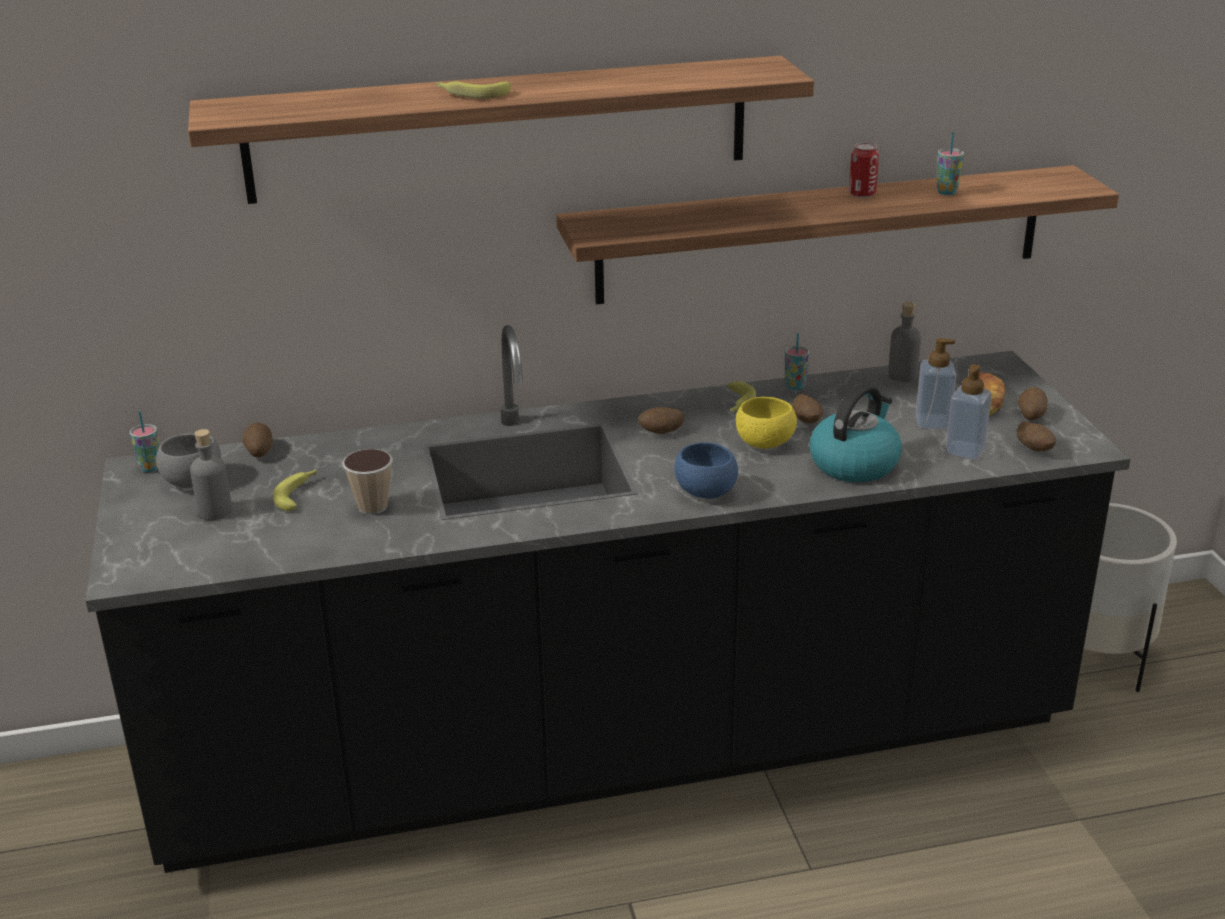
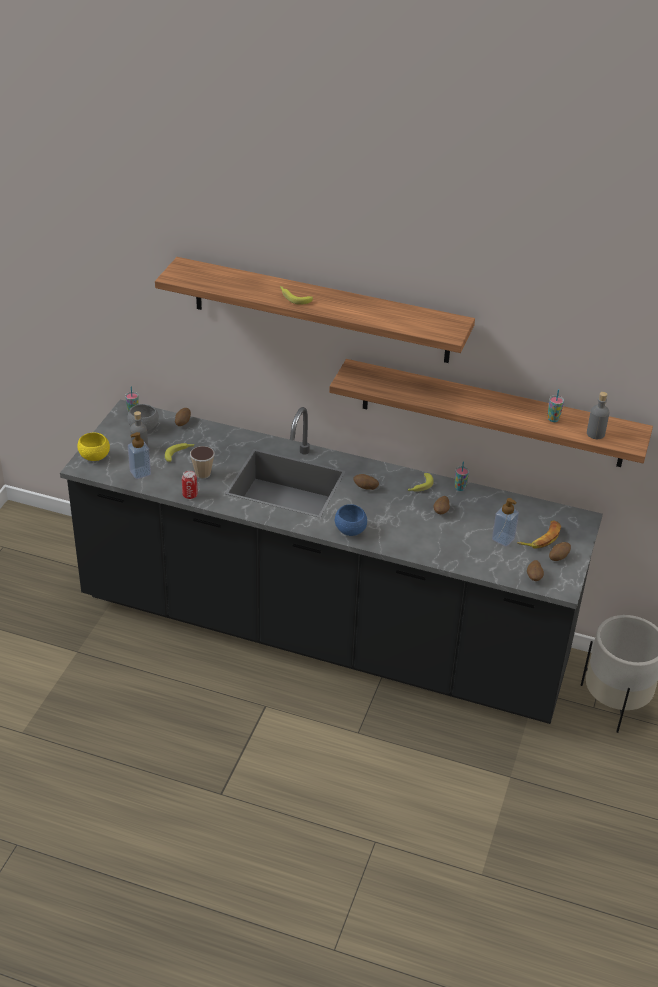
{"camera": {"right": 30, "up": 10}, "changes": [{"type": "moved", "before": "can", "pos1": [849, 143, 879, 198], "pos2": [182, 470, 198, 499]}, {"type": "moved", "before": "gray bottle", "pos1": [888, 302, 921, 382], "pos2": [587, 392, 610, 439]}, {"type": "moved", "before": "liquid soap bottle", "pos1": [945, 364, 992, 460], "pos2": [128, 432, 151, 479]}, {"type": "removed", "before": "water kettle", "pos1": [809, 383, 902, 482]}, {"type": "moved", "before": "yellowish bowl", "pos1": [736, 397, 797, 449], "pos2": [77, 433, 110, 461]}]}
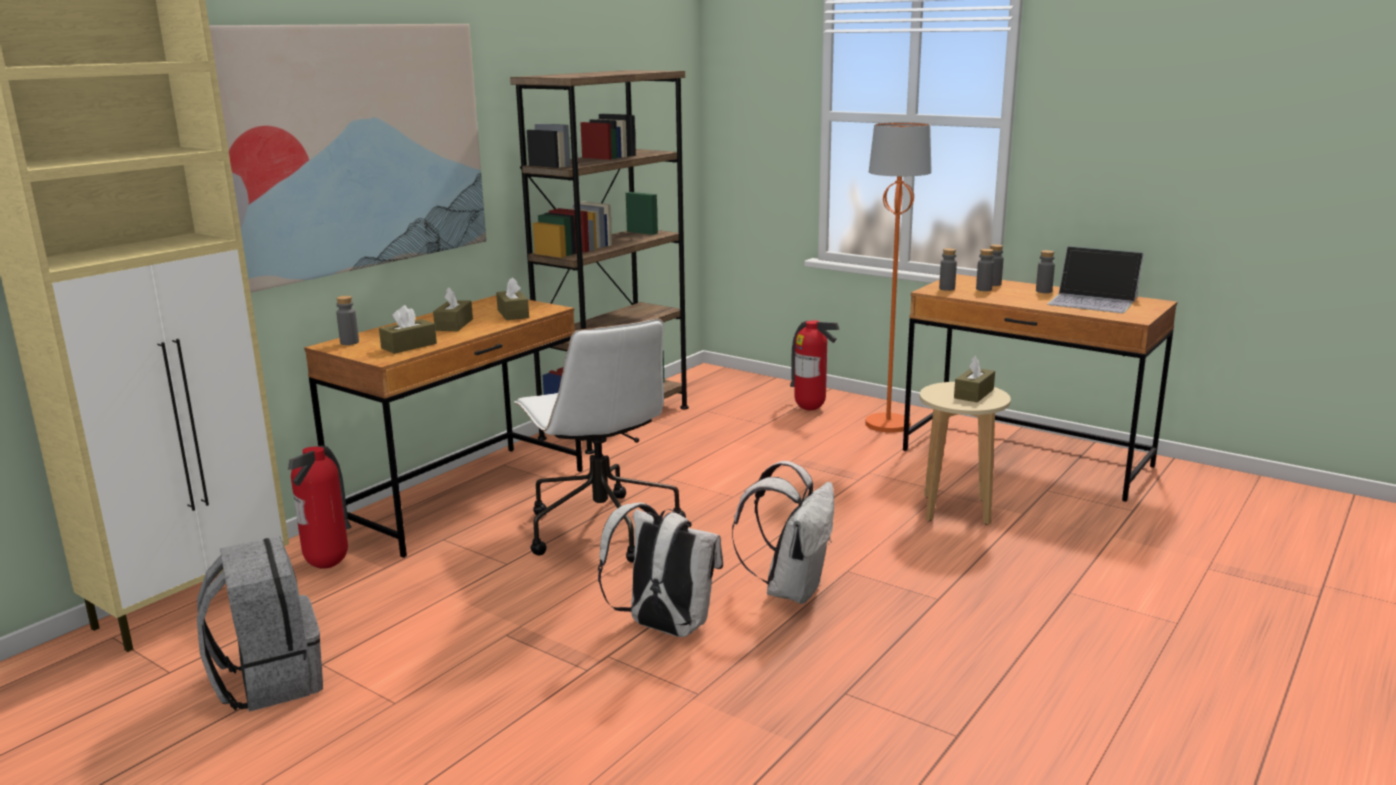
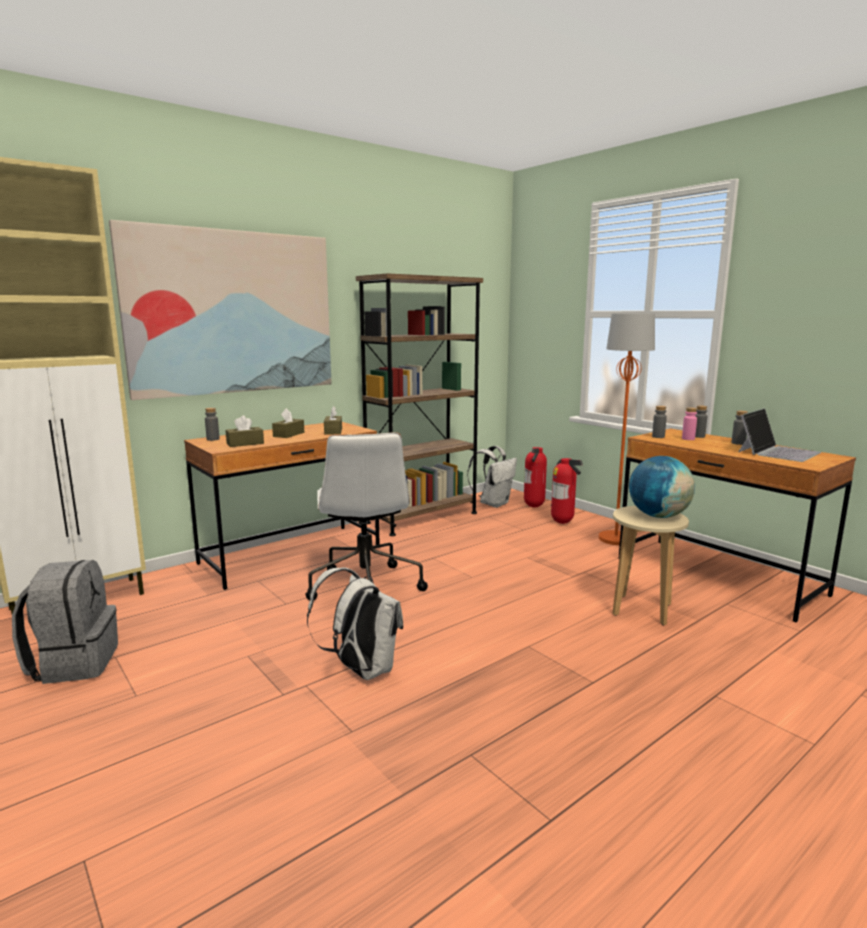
{"camera": {"right": 15, "up": -5}, "changes": [{"type": "turned", "before": "laptop", "pos1": [1047, 246, 1144, 313], "pos2": [739, 408, 821, 462], "turn": -90}, {"type": "recoloured", "before": "gray bottle", "after": "pink-coloured bottle", "pos1": [976, 249, 994, 291], "pos2": [682, 407, 697, 440]}, {"type": "replaced", "before": "brown-coloured tissue box", "after": "world globe", "pos1": [954, 356, 995, 403], "pos2": [629, 456, 695, 518]}, {"type": "moved", "before": "fire-fighting cylinder", "pos1": [288, 445, 351, 569], "pos2": [524, 447, 547, 508]}, {"type": "moved", "before": "white-coloured backpack", "pos1": [732, 461, 834, 604], "pos2": [467, 446, 517, 508]}]}
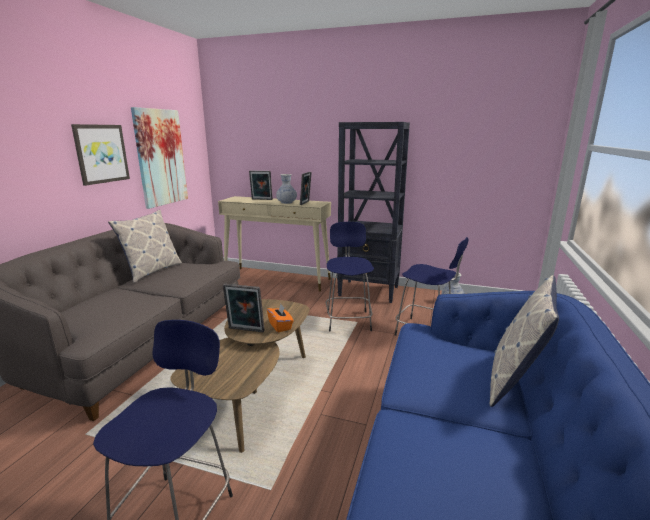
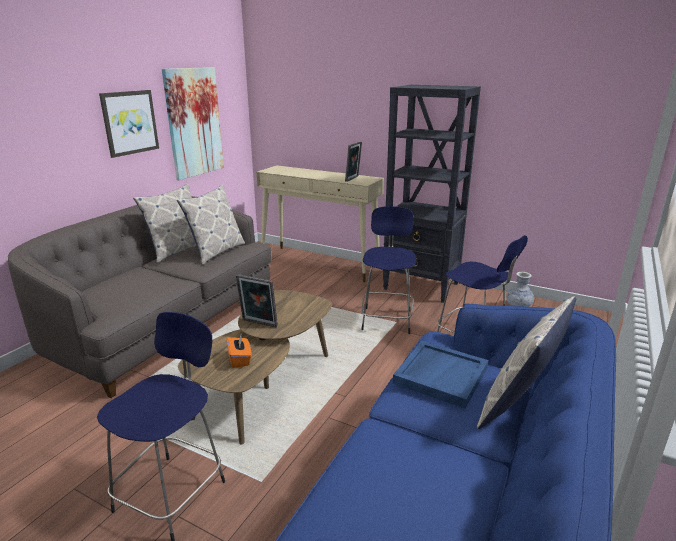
{"camera": {"right": 10, "up": 5}, "changes": [{"type": "removed", "before": "picture frame", "pos1": [249, 171, 273, 200]}, {"type": "removed", "before": "decorative vase", "pos1": [276, 174, 297, 204]}, {"type": "moved", "before": "orange tissue box", "pos1": [267, 304, 294, 332], "pos2": [226, 335, 252, 368]}, {"type": "added", "after": "pillow", "pos2": [177, 185, 245, 265]}, {"type": "added", "after": "blue-coloured carrying tray", "pos2": [393, 341, 489, 408]}]}
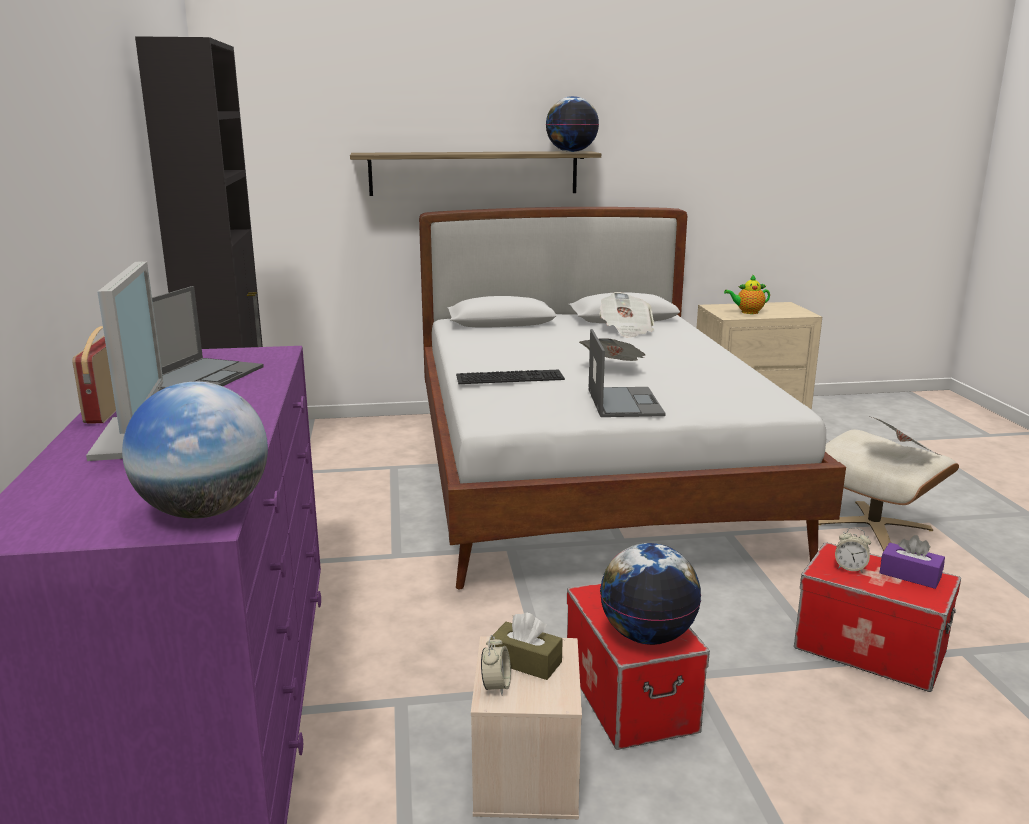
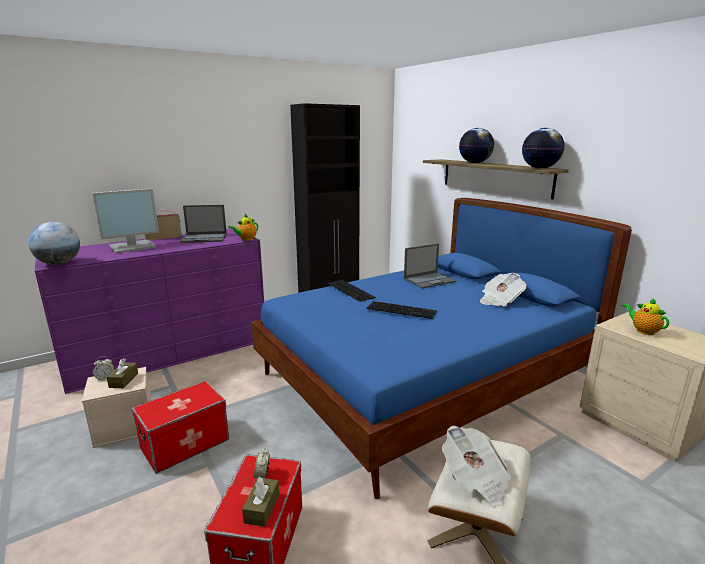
{"camera": {"right": 65, "up": 0}, "changes": [{"type": "recoloured", "before": "white-coloured bedroom bed", "after": "blue-coloured bedroom bed", "pos1": [419, 207, 846, 589], "pos2": [251, 198, 632, 499]}, {"type": "moved", "before": "laptop", "pos1": [589, 329, 666, 417], "pos2": [404, 243, 456, 289]}, {"type": "replaced", "before": "daily paper", "after": "PC keyboard", "pos1": [579, 338, 646, 361], "pos2": [367, 301, 437, 319]}, {"type": "recoloured", "before": "purple-coloured tissue box", "after": "brown-coloured tissue box", "pos1": [879, 535, 945, 589], "pos2": [242, 477, 279, 527]}, {"type": "moved", "before": "world globe", "pos1": [600, 543, 701, 645], "pos2": [459, 128, 494, 163]}, {"type": "added", "after": "teapot", "pos2": [228, 214, 258, 241]}]}
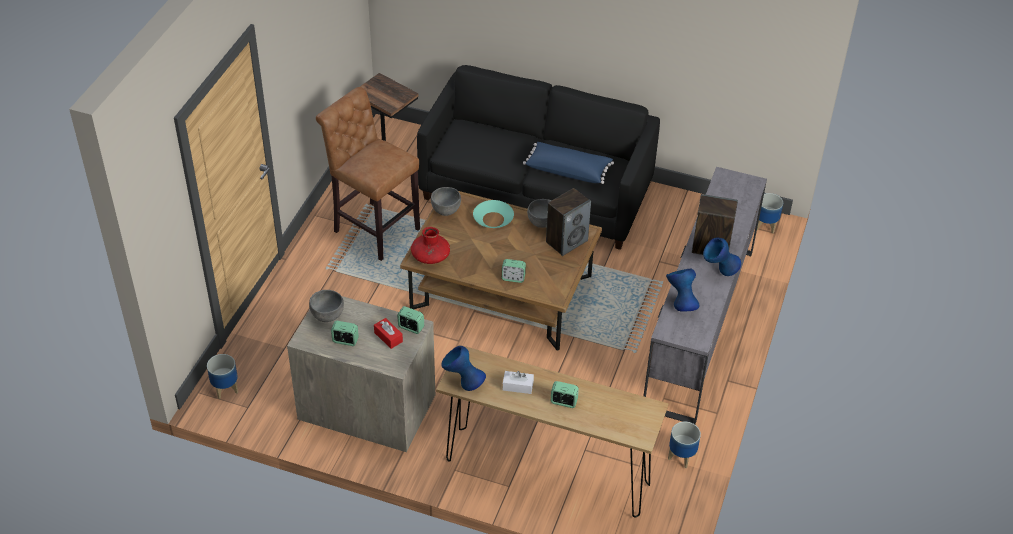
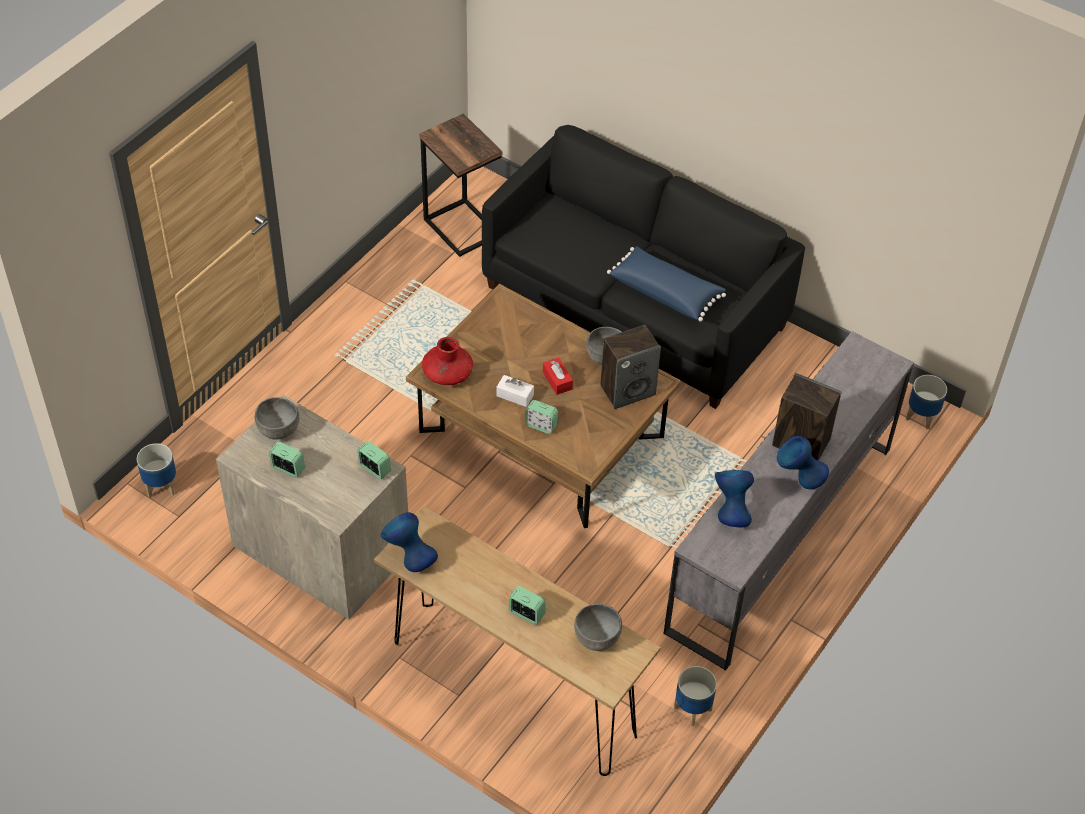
{"camera": {"right": 15, "up": 5}, "changes": [{"type": "removed", "before": "brown-coloured sitting stool", "pos1": [316, 87, 420, 261]}, {"type": "moved", "before": "gray bowl", "pos1": [431, 187, 461, 216], "pos2": [574, 604, 622, 651]}, {"type": "removed", "before": "turquoise bowl", "pos1": [473, 200, 514, 228]}, {"type": "moved", "before": "reddish tissue box", "pos1": [374, 318, 403, 349], "pos2": [543, 357, 573, 395]}, {"type": "moved", "before": "white-coloured tissue box", "pos1": [502, 371, 534, 394], "pos2": [496, 375, 534, 407]}]}
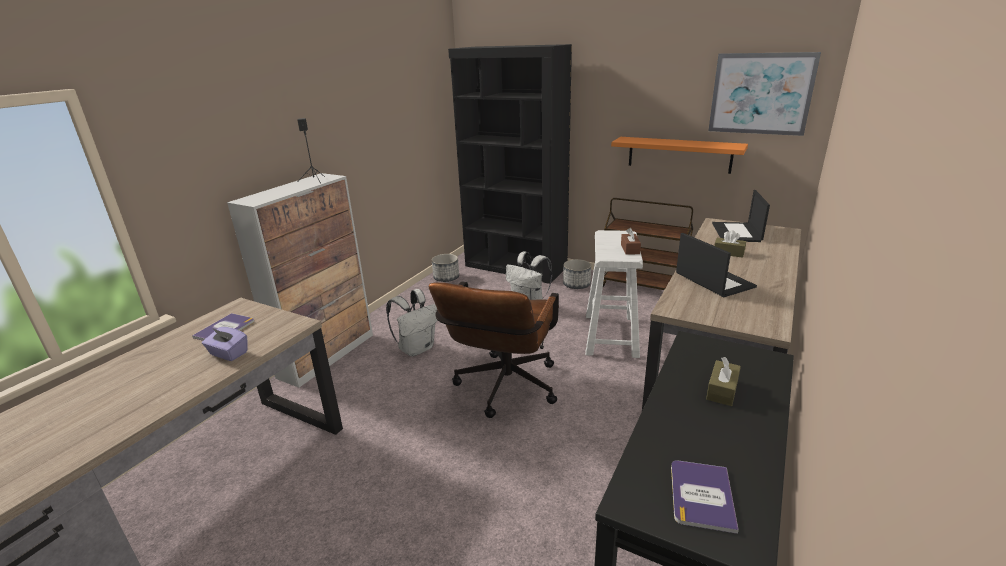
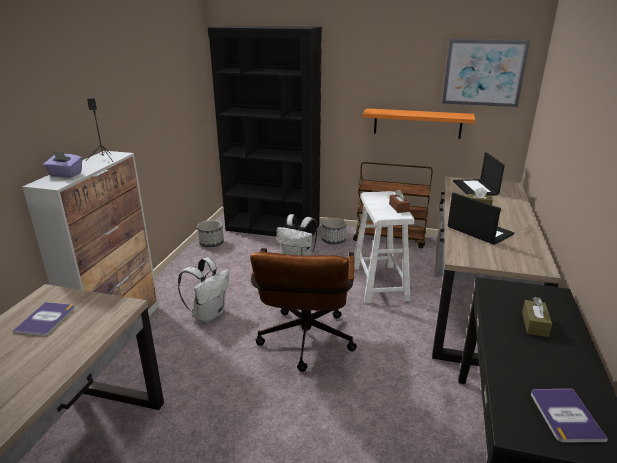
{"camera": {"right": -15, "up": 0}, "changes": [{"type": "moved", "before": "purple-coloured tissue box", "pos1": [202, 327, 248, 361], "pos2": [43, 151, 82, 177]}]}
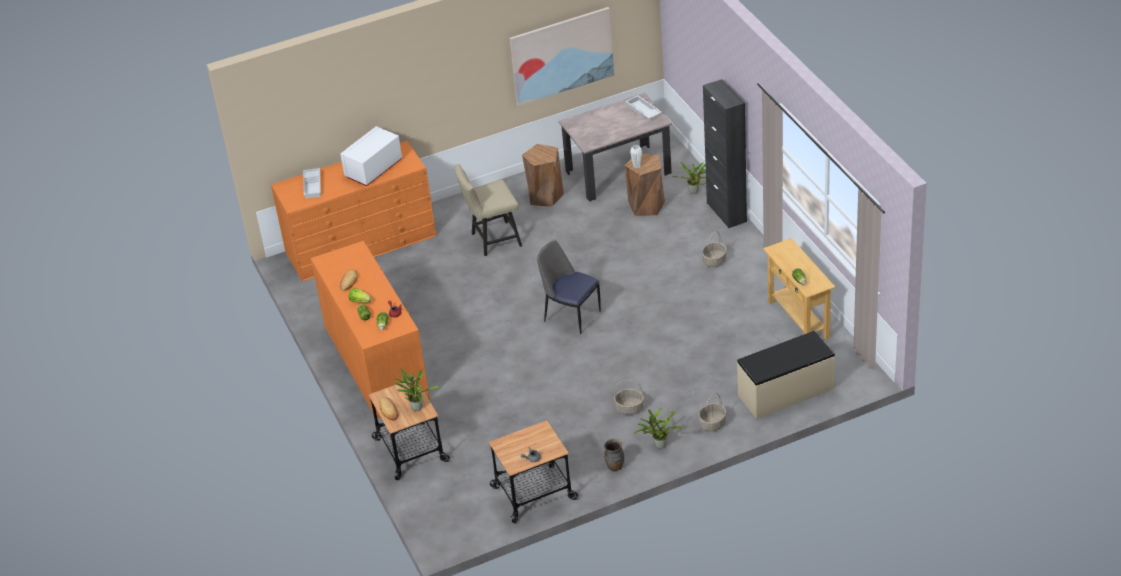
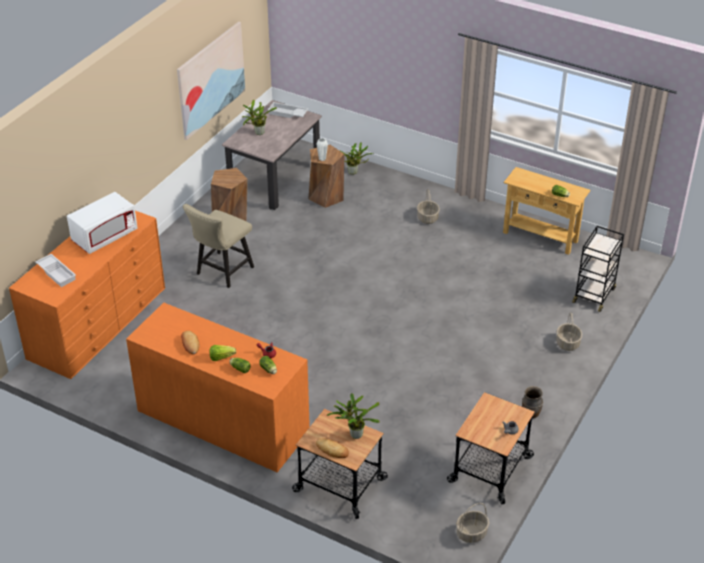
{"camera": {"right": -40, "up": 0}, "changes": [{"type": "removed", "before": "black-coloured storage cabinet", "pos1": [703, 79, 747, 228]}, {"type": "turned", "before": "white-coloured kitchen microwave", "pos1": [340, 126, 402, 186], "pos2": [67, 192, 138, 254], "turn": -135}, {"type": "removed", "before": "upright chair", "pos1": [537, 240, 601, 334]}, {"type": "replaced", "before": "sand-coloured indoor bench", "after": "black-coloured trolley", "pos1": [737, 331, 835, 419], "pos2": [572, 226, 624, 312]}, {"type": "moved", "before": "household basket", "pos1": [614, 380, 644, 415], "pos2": [456, 503, 489, 543]}, {"type": "moved", "before": "plant in a pot", "pos1": [634, 408, 683, 449], "pos2": [242, 100, 277, 135]}]}
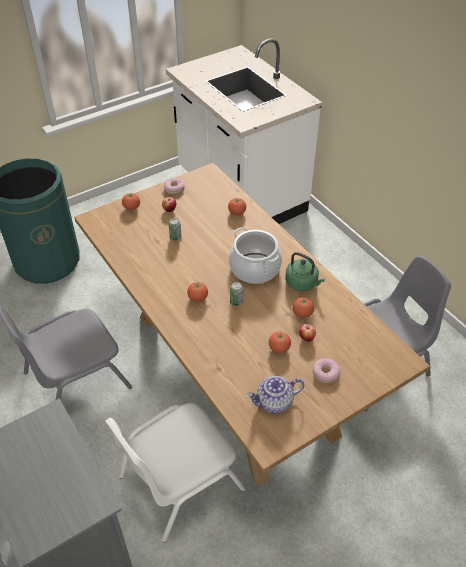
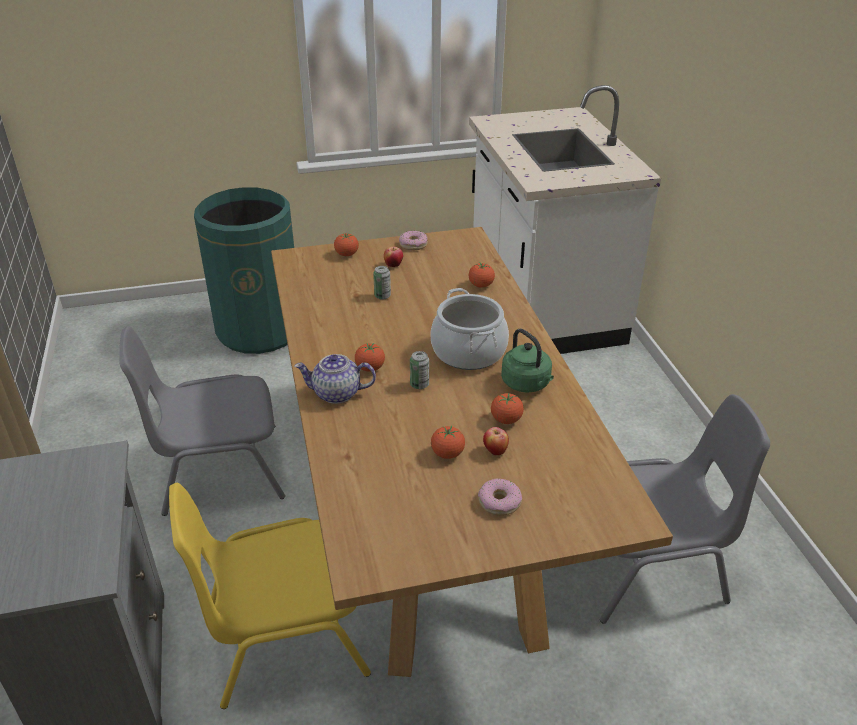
{"camera": {"right": 20, "up": -10}, "changes": [{"type": "moved", "before": "teapot", "pos1": [246, 376, 304, 413], "pos2": [295, 354, 376, 404]}, {"type": "recoloured", "before": "white-coloured upright chair", "after": "yellowish upright chair", "pos1": [105, 403, 245, 542], "pos2": [169, 483, 371, 709]}]}
